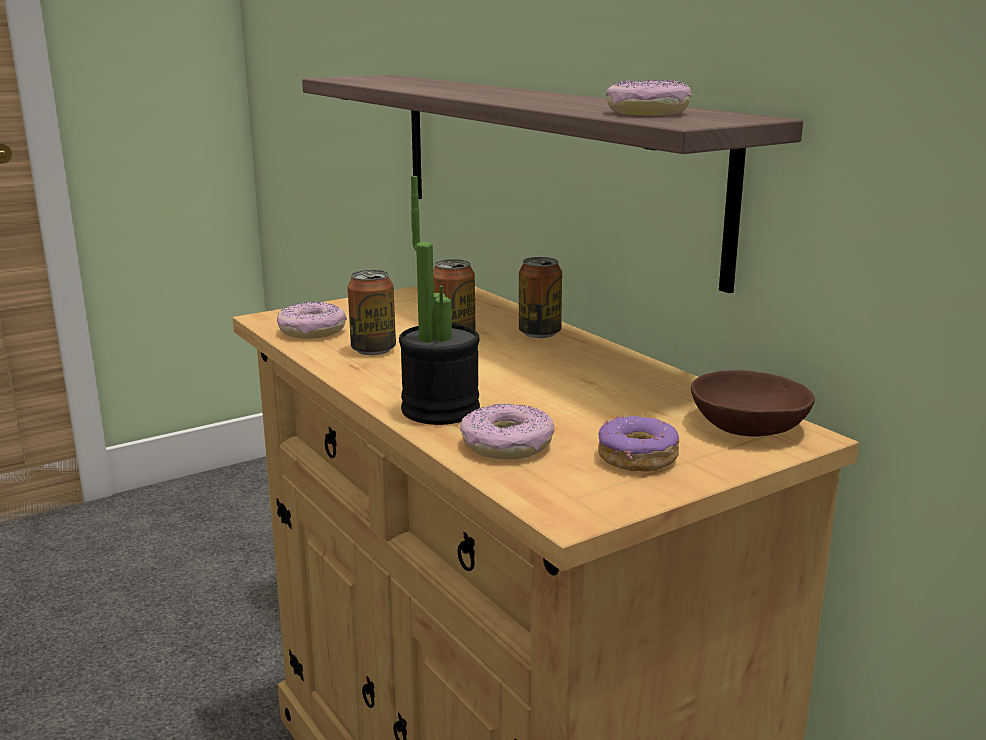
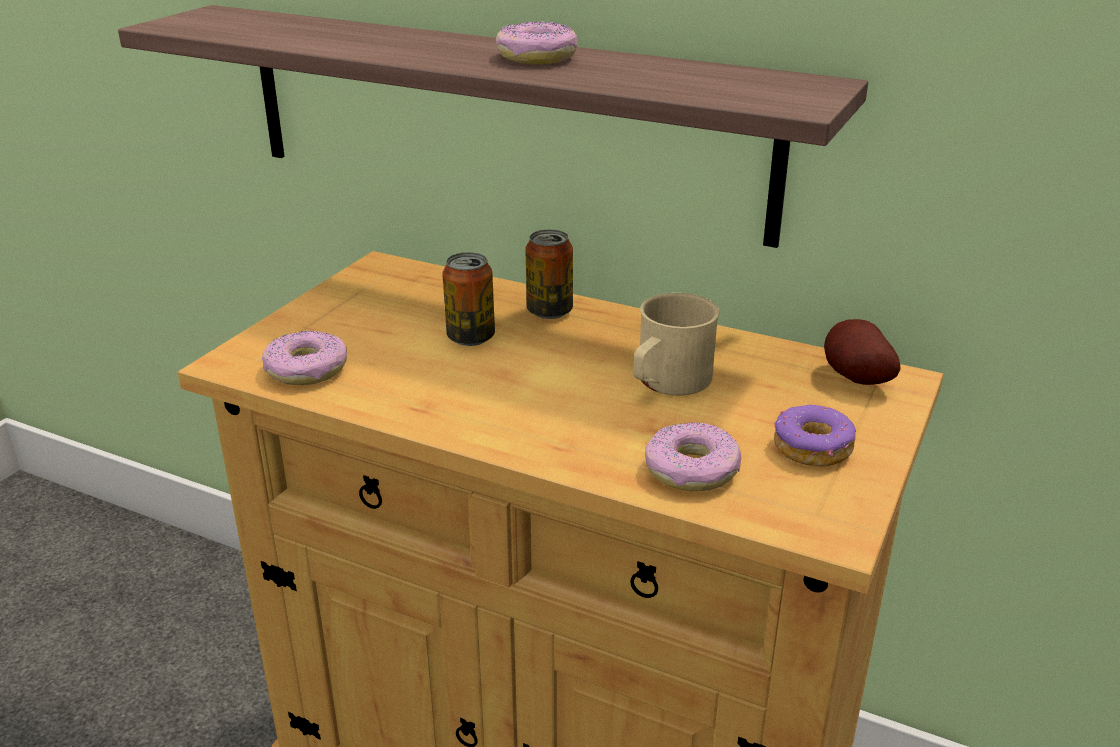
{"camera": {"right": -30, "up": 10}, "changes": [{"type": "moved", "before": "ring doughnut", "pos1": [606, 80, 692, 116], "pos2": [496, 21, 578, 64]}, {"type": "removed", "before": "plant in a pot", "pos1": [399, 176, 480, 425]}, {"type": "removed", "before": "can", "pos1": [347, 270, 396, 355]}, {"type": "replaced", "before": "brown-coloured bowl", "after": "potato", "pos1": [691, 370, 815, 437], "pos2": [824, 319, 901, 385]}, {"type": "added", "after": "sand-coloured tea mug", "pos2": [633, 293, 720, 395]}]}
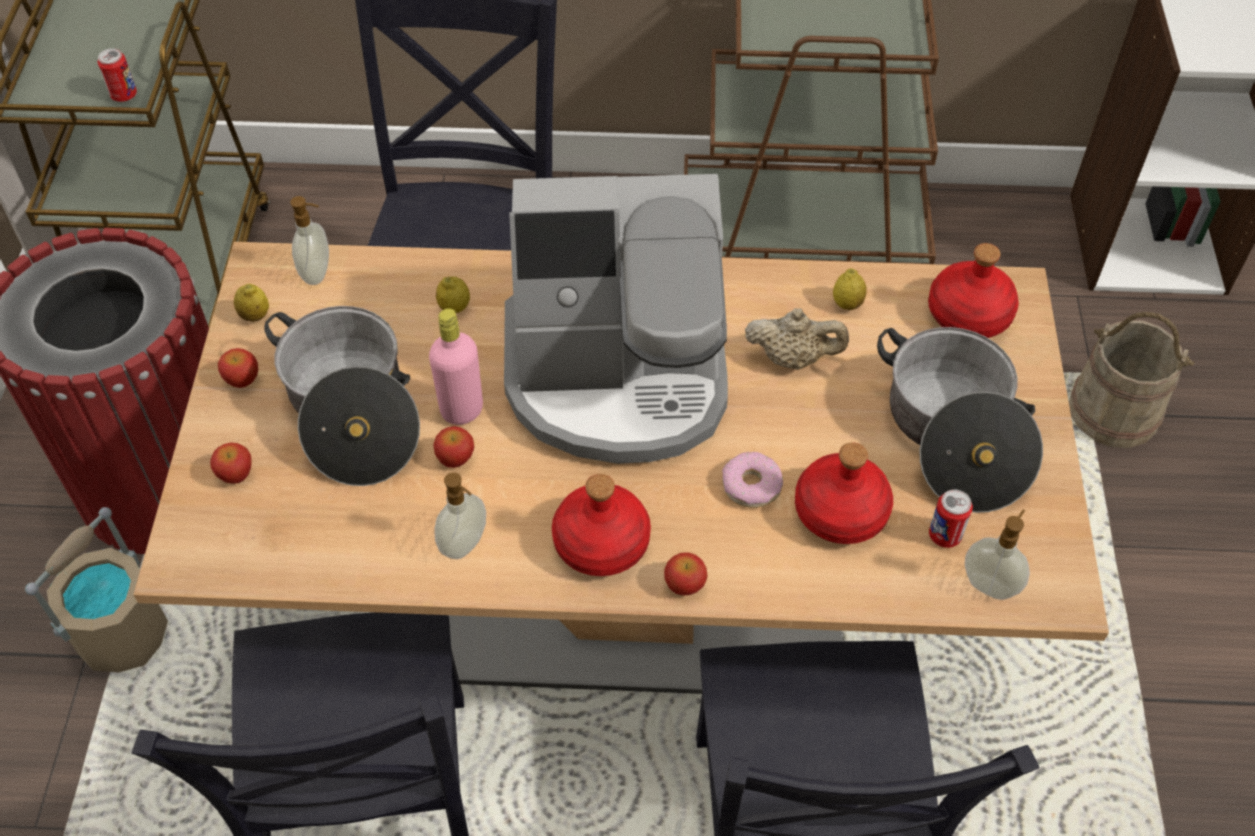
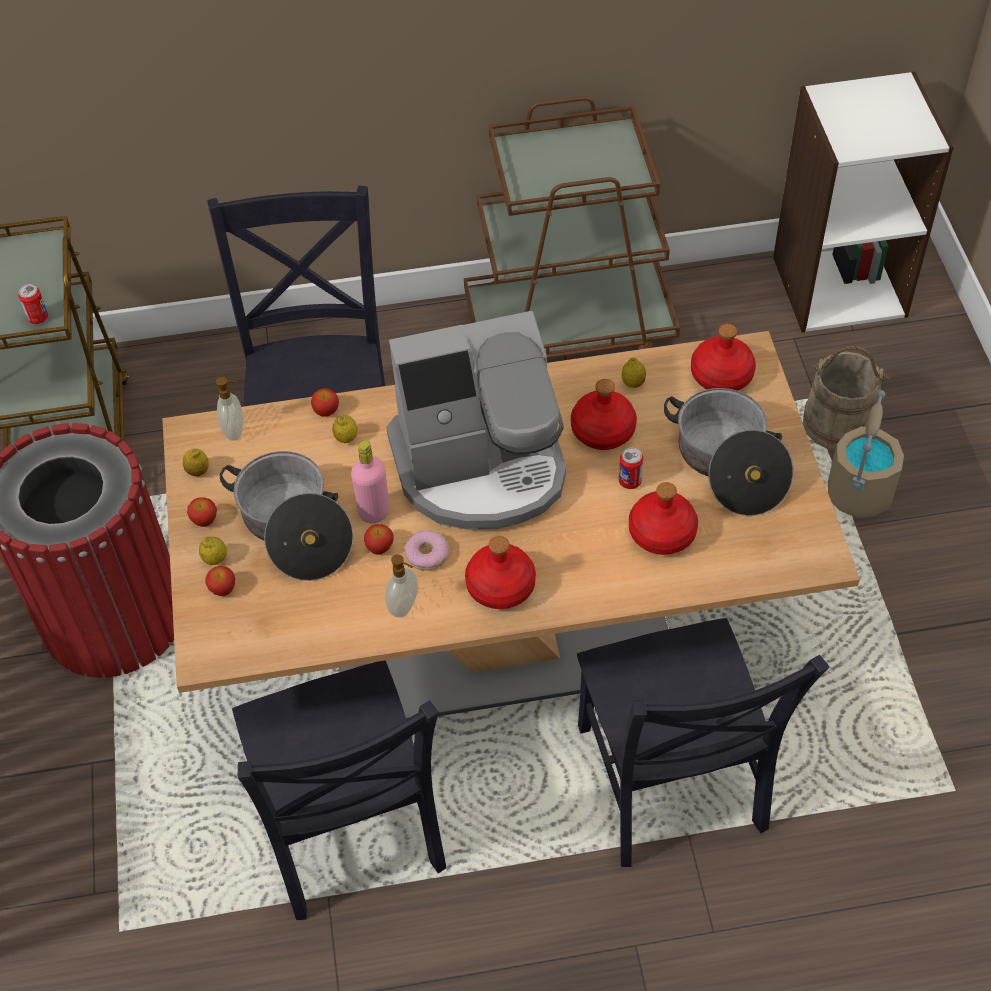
{"camera": {"right": -10, "up": 0}, "changes": [{"type": "replaced", "before": "sand-coloured teapot", "after": "reddish bottle", "pos1": [745, 308, 849, 370], "pos2": [571, 379, 637, 450]}, {"type": "moved", "before": "ring doughnut", "pos1": [722, 451, 783, 508], "pos2": [404, 530, 449, 571]}, {"type": "moved", "before": "can", "pos1": [929, 489, 973, 548], "pos2": [619, 448, 643, 489]}, {"type": "moved", "before": "sand-coloured pail", "pos1": [25, 507, 168, 673], "pos2": [827, 390, 904, 518]}, {"type": "removed", "before": "liquid soap bottle", "pos1": [965, 510, 1030, 600]}, {"type": "moved", "before": "whole apple", "pos1": [664, 552, 707, 595], "pos2": [311, 388, 339, 417]}, {"type": "added", "after": "lemon", "pos2": [199, 537, 227, 565]}]}
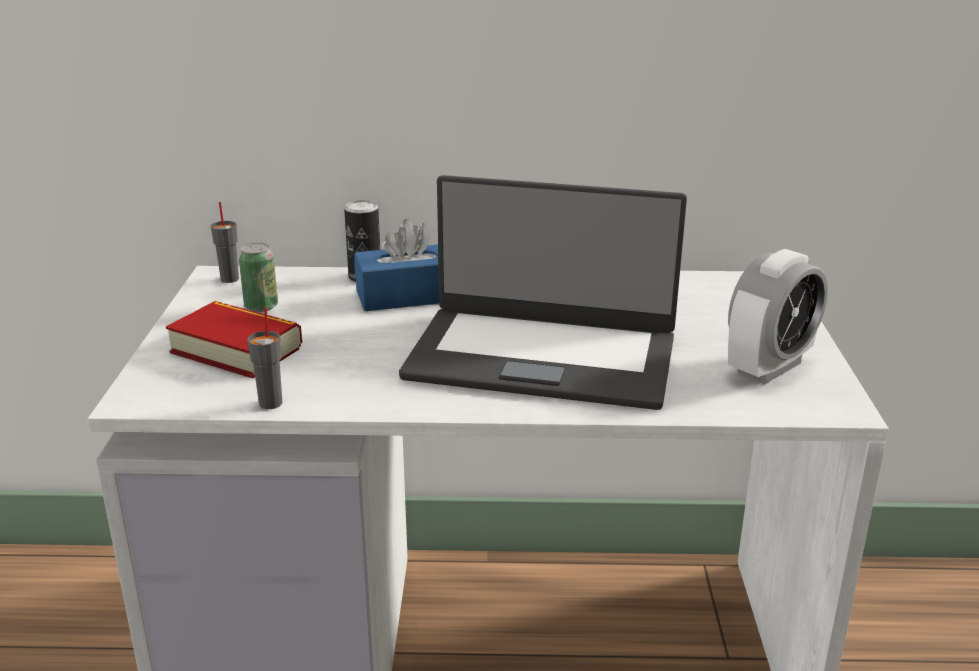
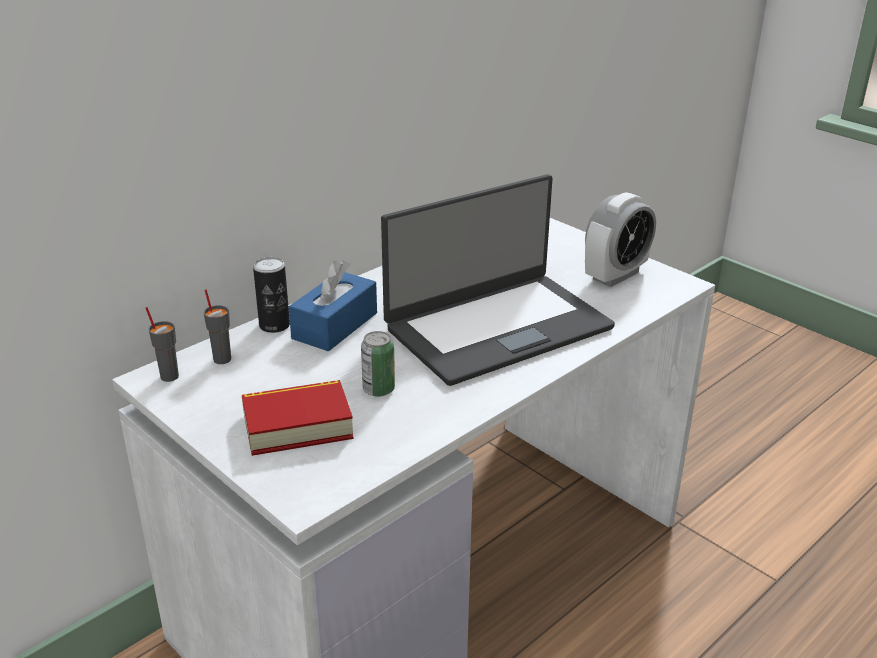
{"camera": {"right": -45, "up": 5}, "changes": [{"type": "moved", "before": "can", "pos1": [238, 243, 278, 312], "pos2": [361, 331, 395, 397]}, {"type": "turned", "before": "bedside clock", "pos1": [728, 249, 828, 384], "pos2": [585, 192, 656, 287], "turn": 45}, {"type": "moved", "before": "gray drinking cup", "pos1": [247, 307, 282, 409], "pos2": [204, 289, 231, 364]}]}
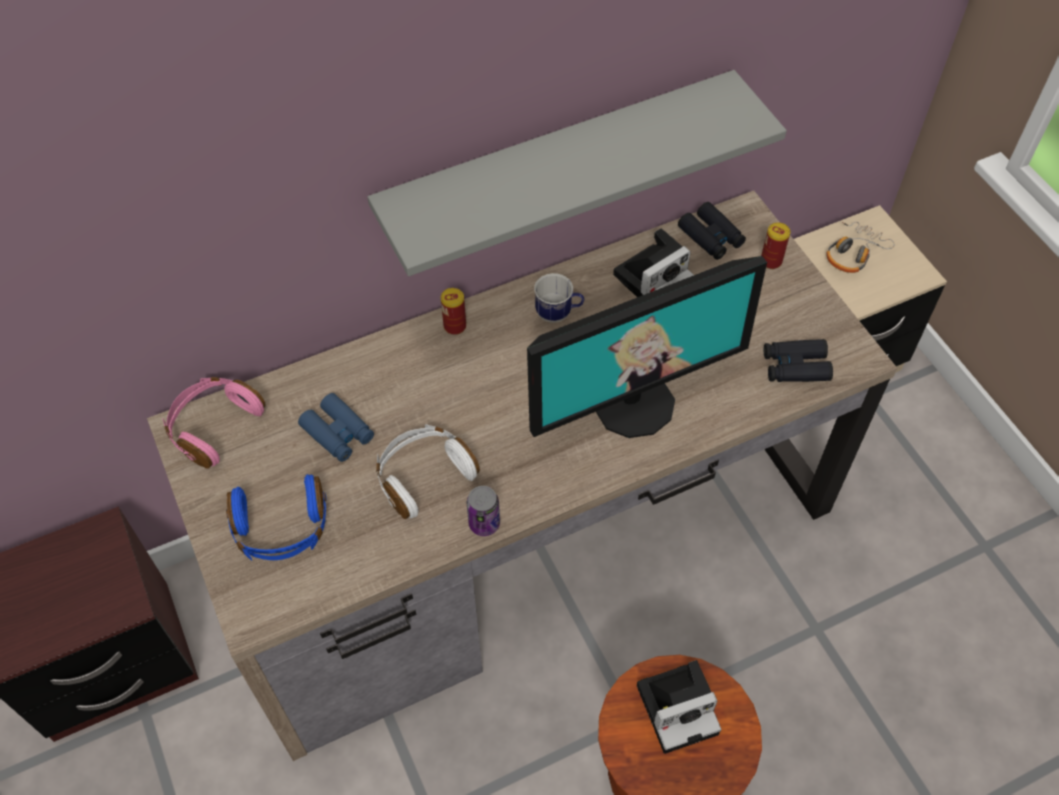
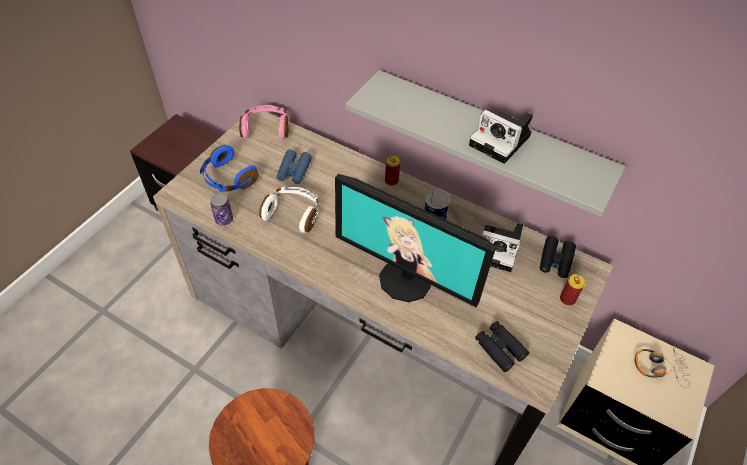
{"camera": {"right": 55, "up": -5}, "changes": [{"type": "moved", "before": "can", "pos1": [467, 486, 500, 536], "pos2": [210, 193, 233, 226]}, {"type": "moved", "before": "still camera", "pos1": [637, 660, 721, 754], "pos2": [469, 110, 533, 164]}]}
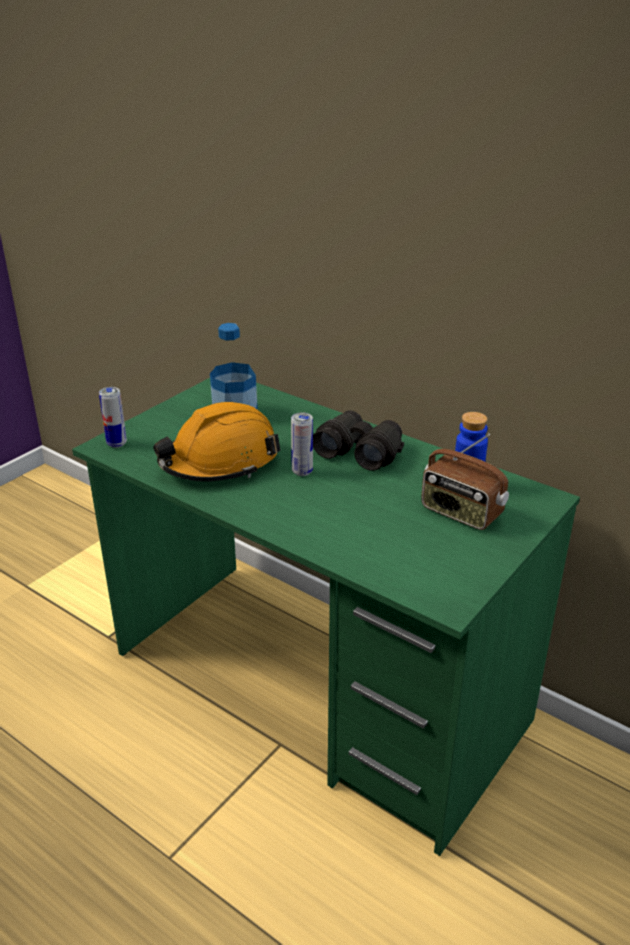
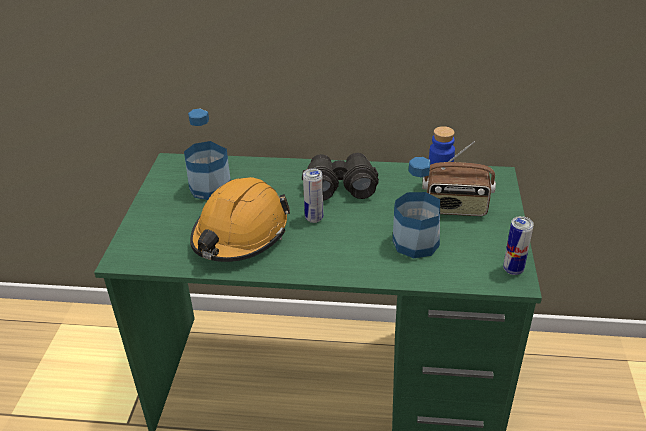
{"camera": {"right": -30, "up": 5}, "changes": [{"type": "moved", "before": "can", "pos1": [99, 387, 127, 448], "pos2": [503, 216, 534, 275]}, {"type": "added", "after": "bottle", "pos2": [392, 157, 440, 258]}]}
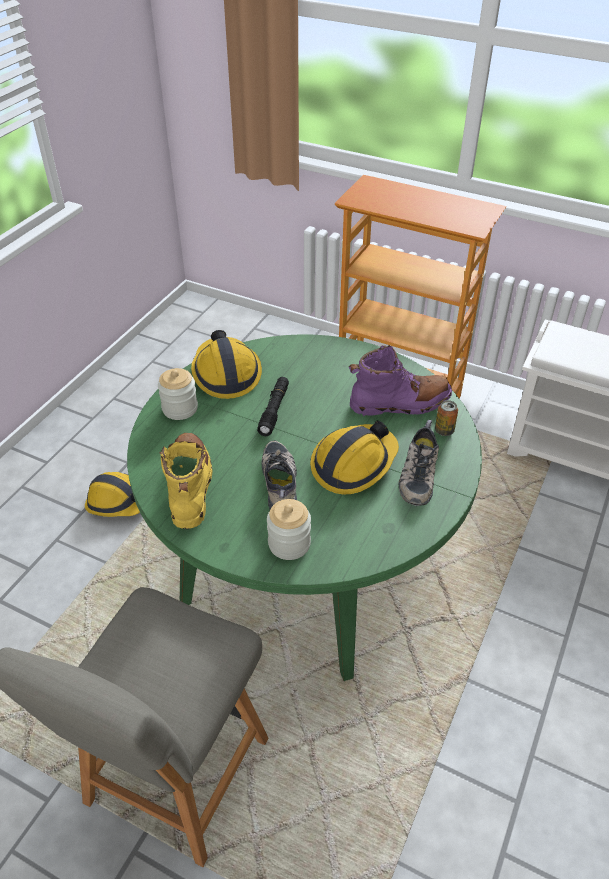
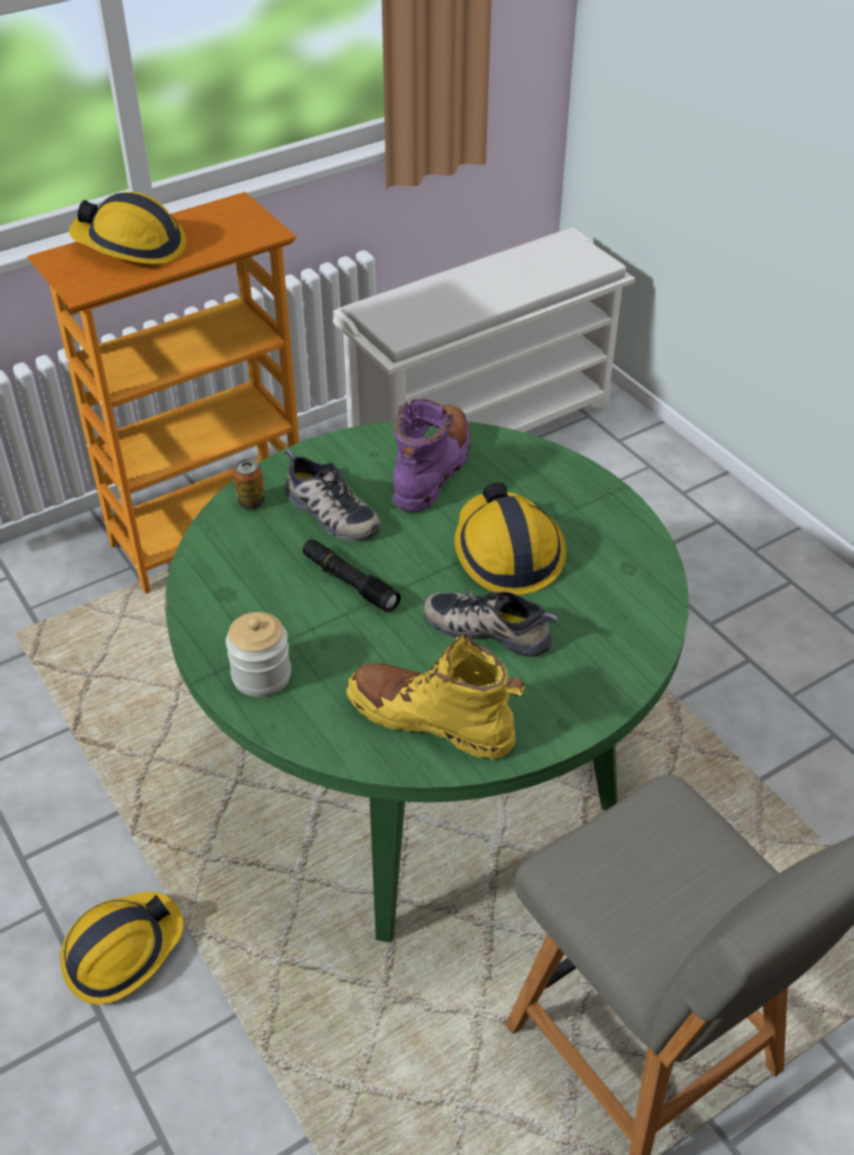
{"camera": {"right": -60, "up": 0}, "changes": [{"type": "moved", "before": "hard hat", "pos1": [191, 330, 262, 399], "pos2": [69, 192, 186, 264]}, {"type": "moved", "before": "can", "pos1": [435, 400, 458, 436], "pos2": [233, 459, 265, 510]}, {"type": "moved", "before": "item of footwear", "pos1": [398, 420, 439, 506], "pos2": [284, 449, 381, 541]}, {"type": "removed", "before": "storage jar", "pos1": [267, 499, 311, 560]}]}
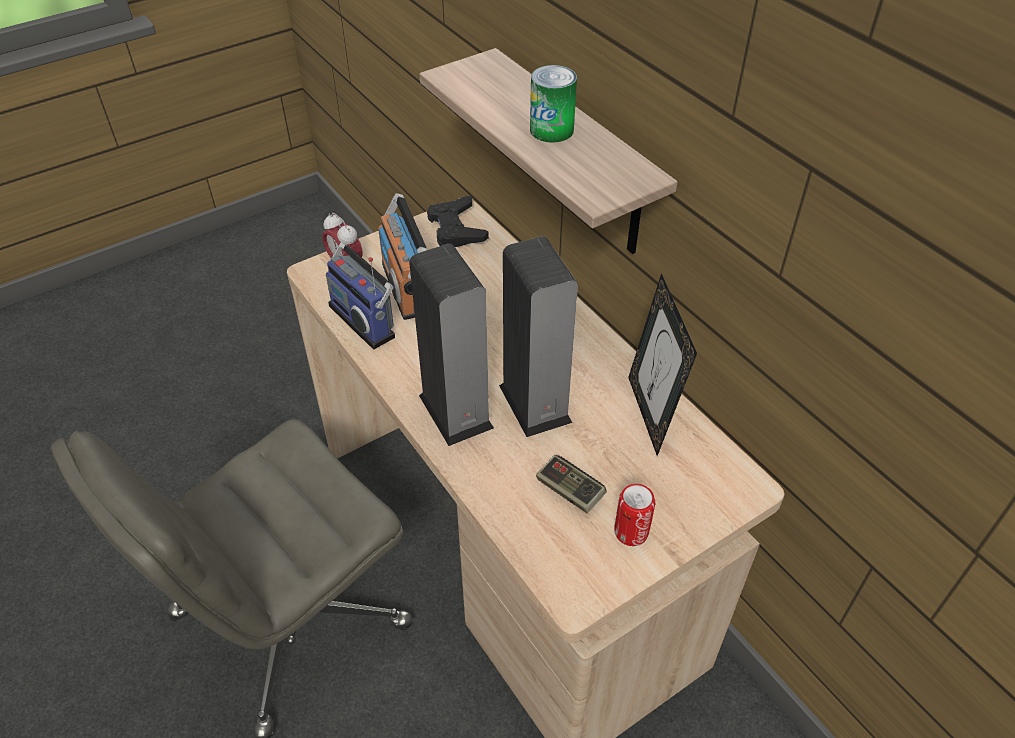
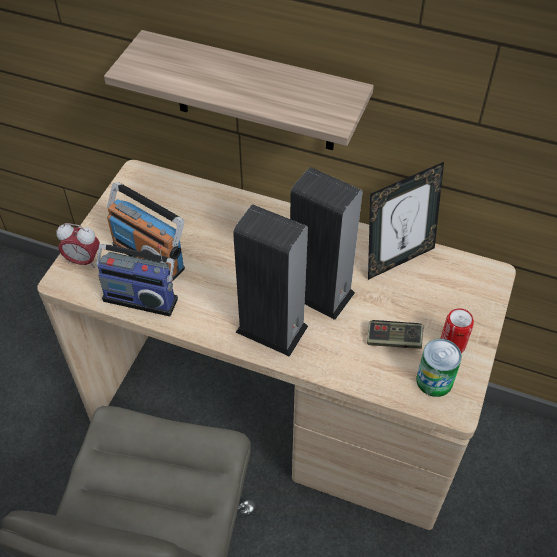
{"camera": {"right": -35, "up": 5}, "changes": [{"type": "moved", "before": "can", "pos1": [530, 65, 577, 143], "pos2": [416, 339, 462, 397]}, {"type": "removed", "before": "black-coloured game controller", "pos1": [427, 196, 489, 247]}, {"type": "turned", "before": "picture frame", "pos1": [628, 273, 697, 456], "pos2": [368, 162, 444, 280], "turn": -75}]}
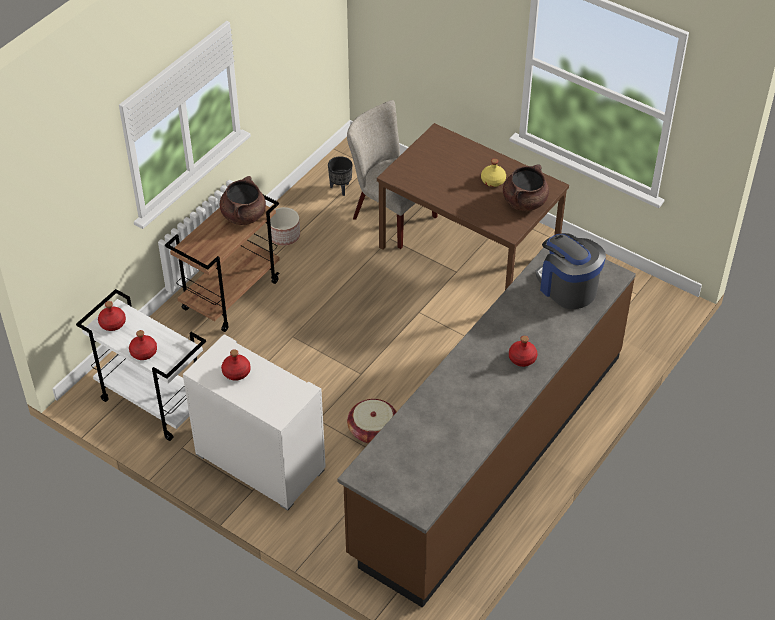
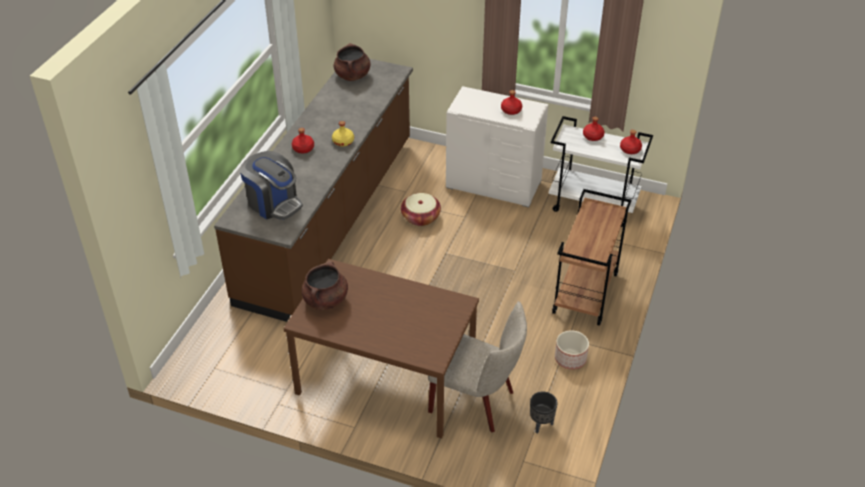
{"camera": {"right": 165, "up": -5}, "changes": [{"type": "moved", "before": "yellowish bottle", "pos1": [481, 159, 506, 187], "pos2": [332, 121, 354, 147]}, {"type": "moved", "before": "brown-coloured stockpot", "pos1": [220, 176, 266, 225], "pos2": [334, 43, 371, 81]}]}
